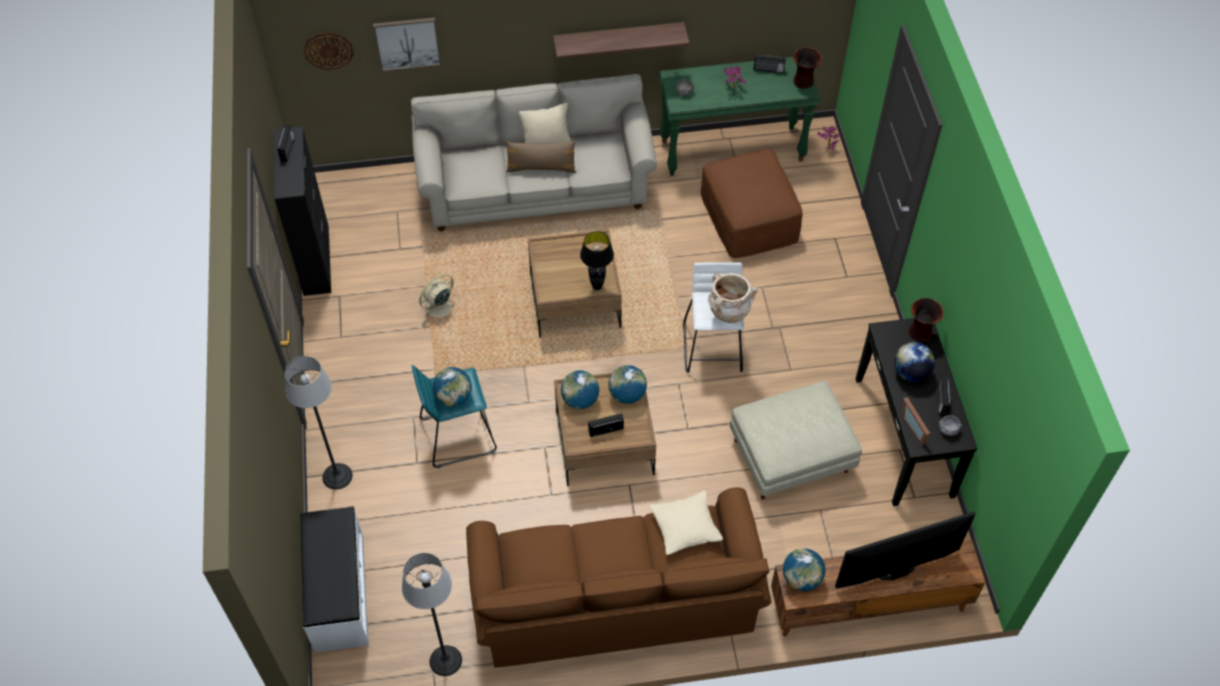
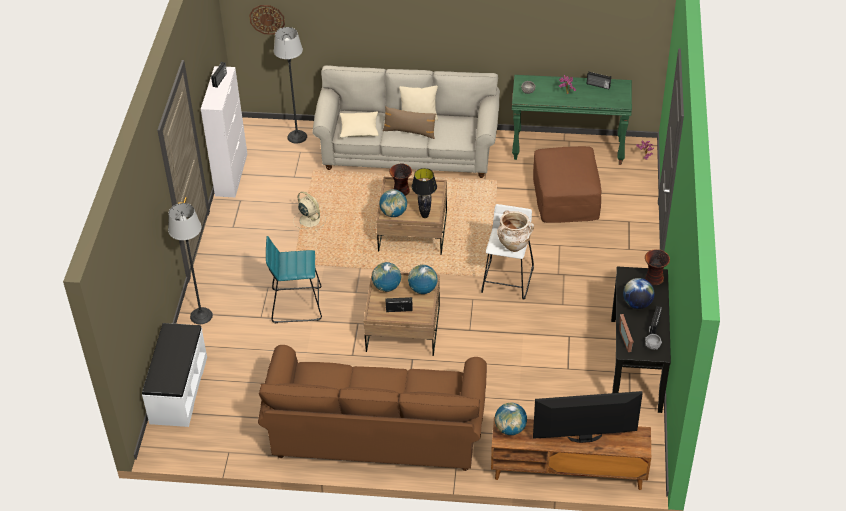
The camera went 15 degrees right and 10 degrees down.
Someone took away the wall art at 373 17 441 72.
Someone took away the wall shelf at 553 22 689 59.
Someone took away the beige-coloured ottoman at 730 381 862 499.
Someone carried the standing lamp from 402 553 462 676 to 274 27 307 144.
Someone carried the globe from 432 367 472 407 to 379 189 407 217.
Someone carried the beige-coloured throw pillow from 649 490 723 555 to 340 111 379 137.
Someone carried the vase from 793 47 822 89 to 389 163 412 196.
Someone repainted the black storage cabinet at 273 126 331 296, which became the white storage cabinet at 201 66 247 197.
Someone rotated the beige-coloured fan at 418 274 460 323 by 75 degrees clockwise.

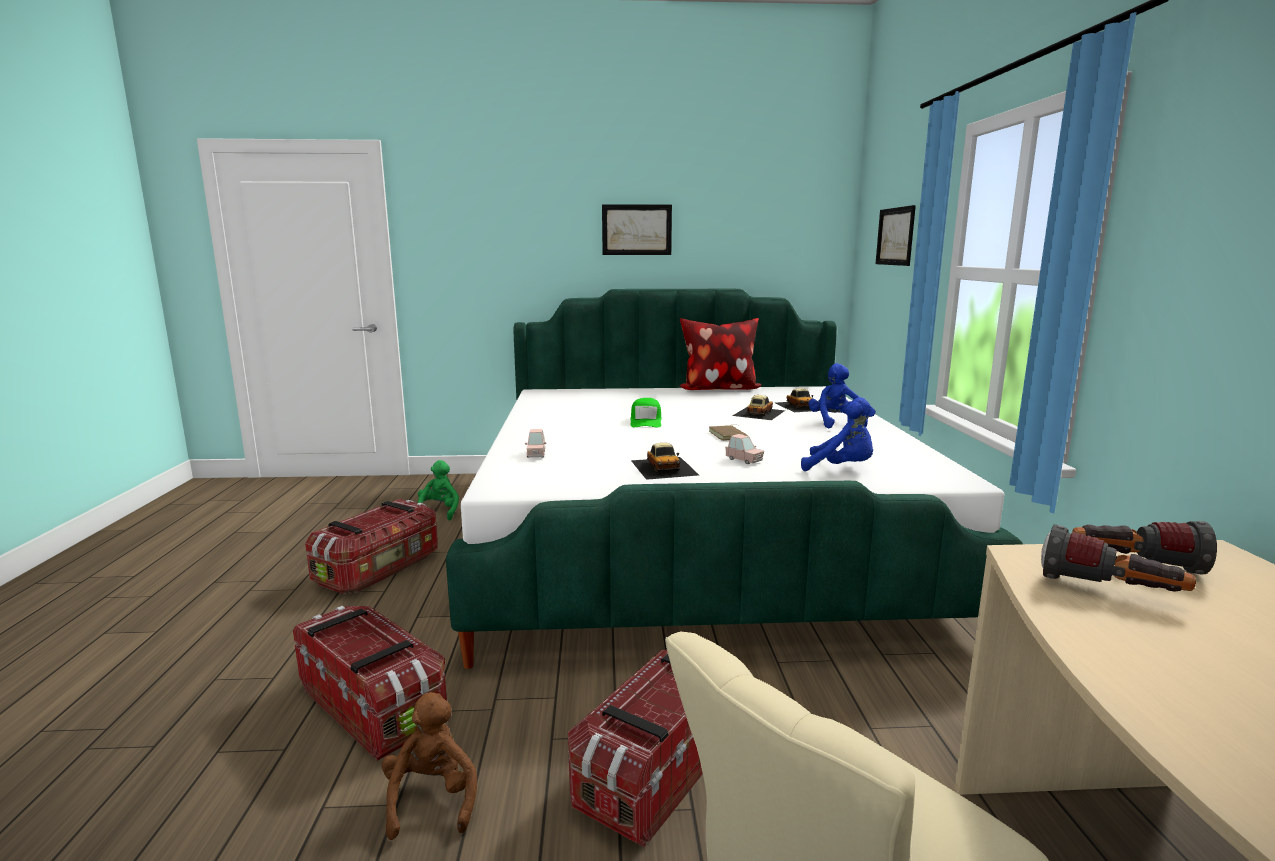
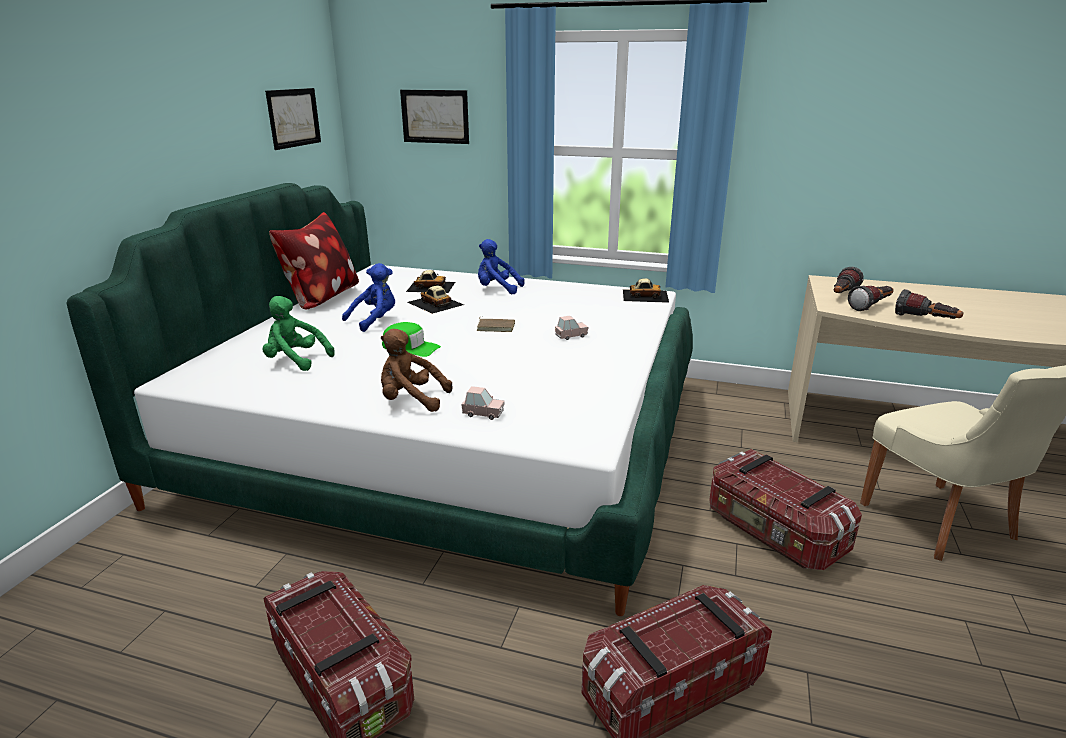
The camera went 70 degrees left and 10 degrees up.
Someone put down the torch at 895 289 963 319.
Someone carried the brown-coloured cuddly toy from 382 692 477 840 to 381 329 452 412.
Someone carried the green cuddly toy from 418 460 459 520 to 262 296 335 371.
Someone carried the wall art from 602 204 672 255 to 265 88 321 150.
Someone carried the miniature car from 631 443 699 480 to 623 278 669 303.
Someone carried the blue cuddly toy from 801 397 876 471 to 342 263 395 332.

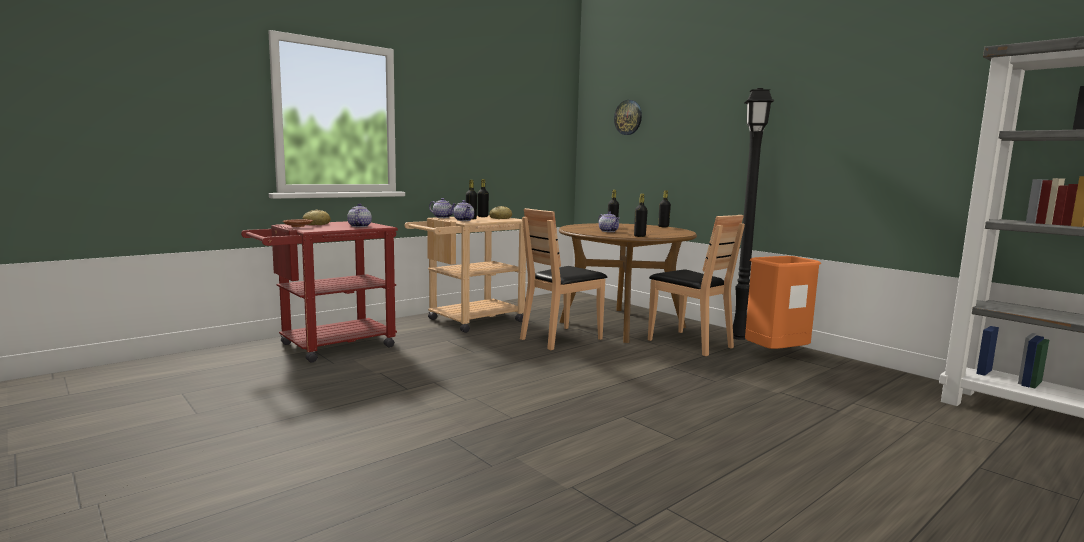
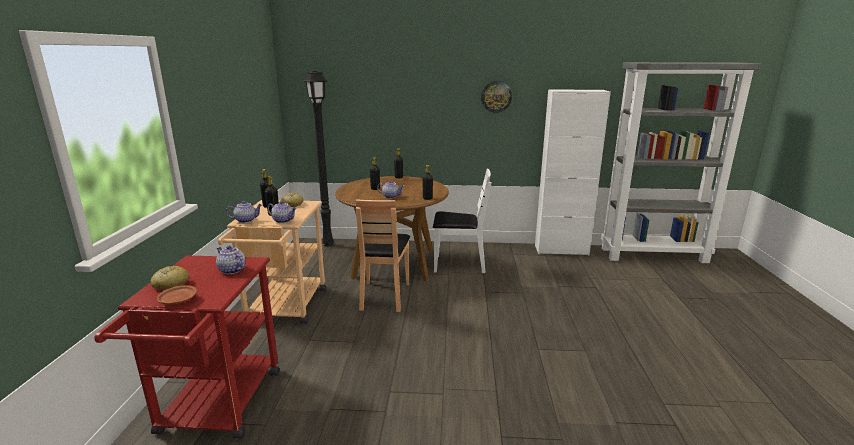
The camera went 45 degrees left and 10 degrees up.
Someone took away the orange trash can at 745 256 821 349.
Someone put down the white storage cabinet at 535 89 611 255.
Someone carried the wall clock from 614 100 642 135 to 481 81 512 113.
Someone carried the black standing lamp from 733 88 775 340 to 303 71 334 247.
Someone repainted the brown-coloured chair at 648 215 745 356, which became the white chair at 433 169 492 273.

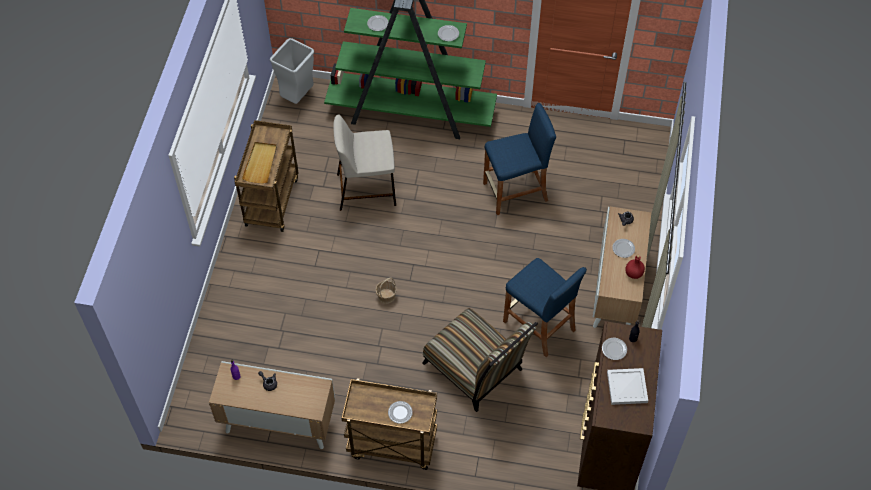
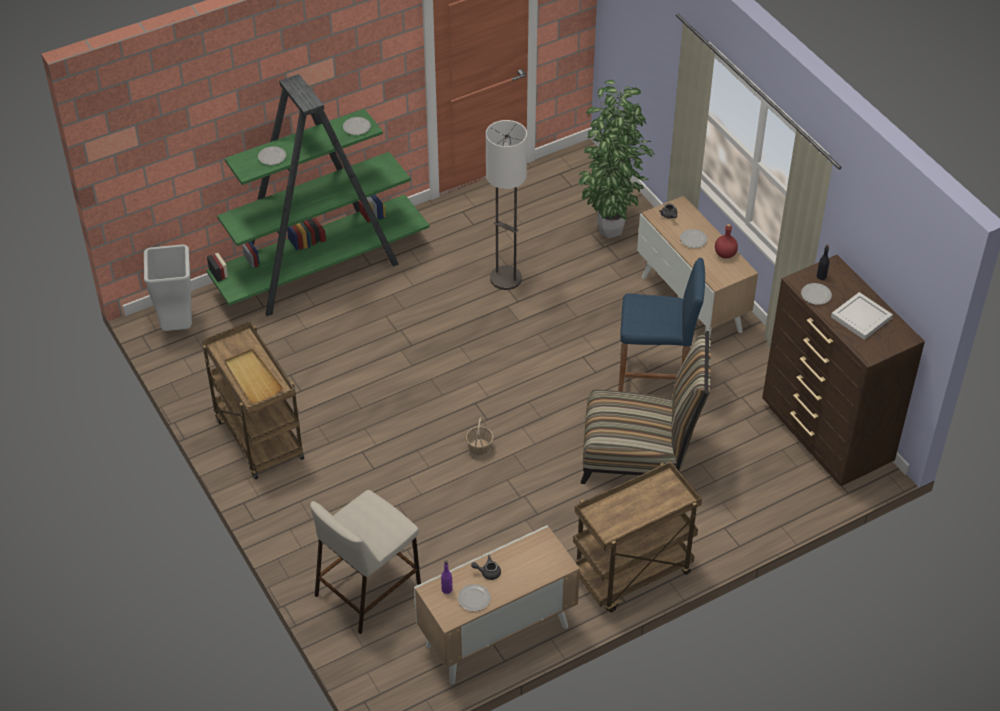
The camera went 40 degrees left and 10 degrees down.
Someone put down the potted plant at 578 80 655 239.
Someone carried the beige-coloured stool from 333 114 396 211 to 310 490 421 634.
Someone carried the plate from 388 401 413 424 to 458 584 491 611.
Someone swapped the blue stool at 483 103 556 215 for the standing lamp at 486 120 527 290.

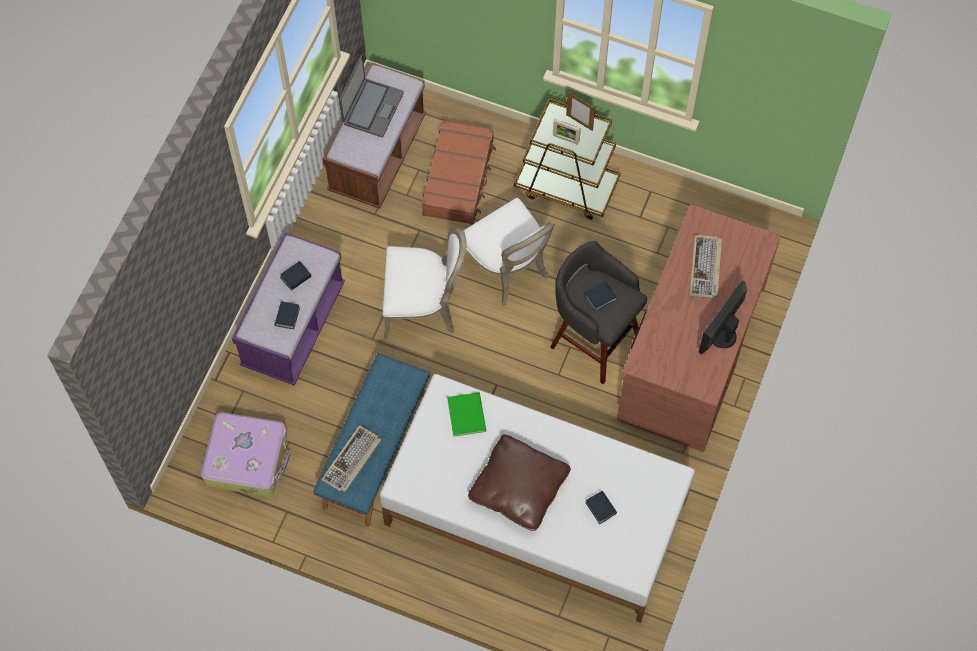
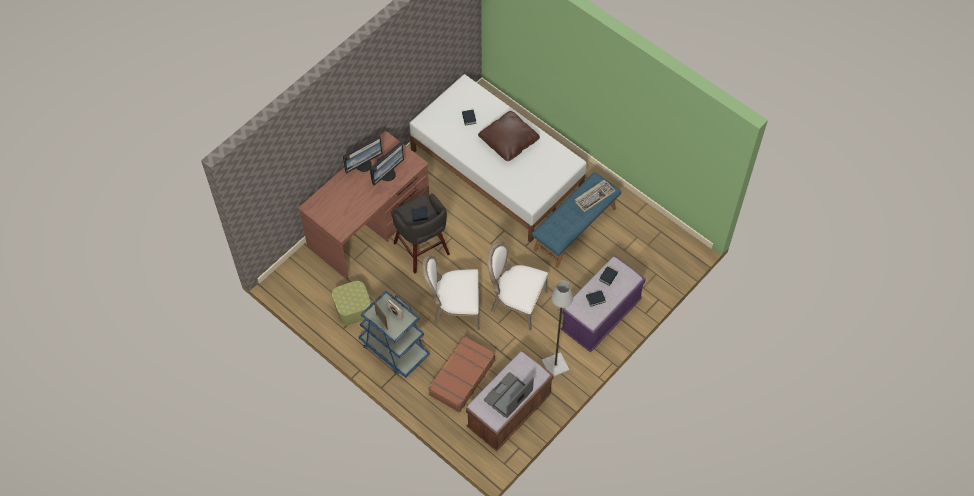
The camera went 160 degrees left and 5 degrees down.
Someone took away the piece of luggage at 201 412 290 497.
Someone took away the green book at 447 392 486 437.
Someone took away the PC keyboard at 690 235 722 298.
Someone put down the storage box at 332 281 371 325.
Someone put down the computer screen at 370 142 404 186.
Someone put down the greyish standing lamp at 542 281 573 377.
Someone repainted the brown-coloured cart at 514 98 621 220, which became the blue cart at 359 290 430 378.
Someone rotated the white chair at 463 198 555 306 by 75 degrees counterclockwise.

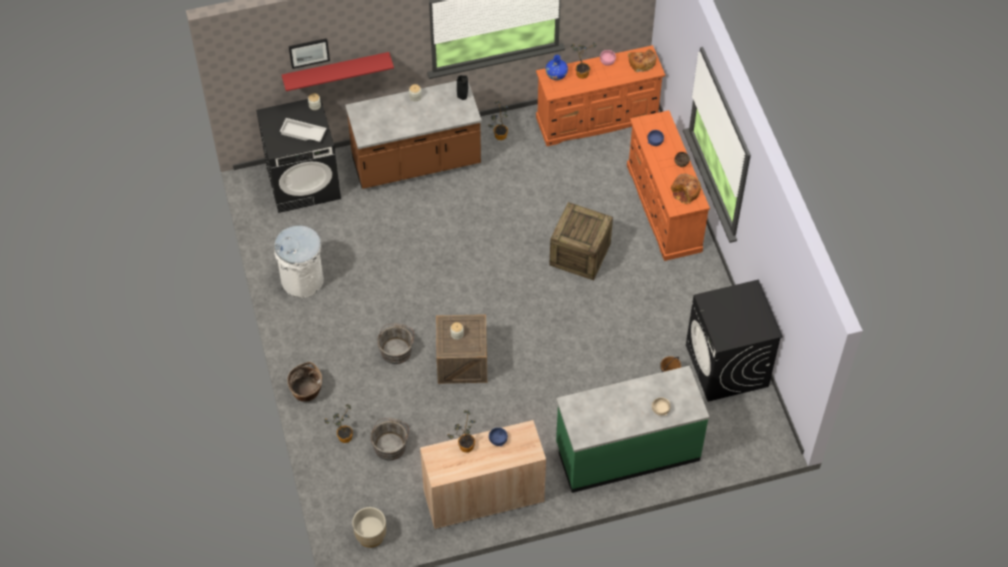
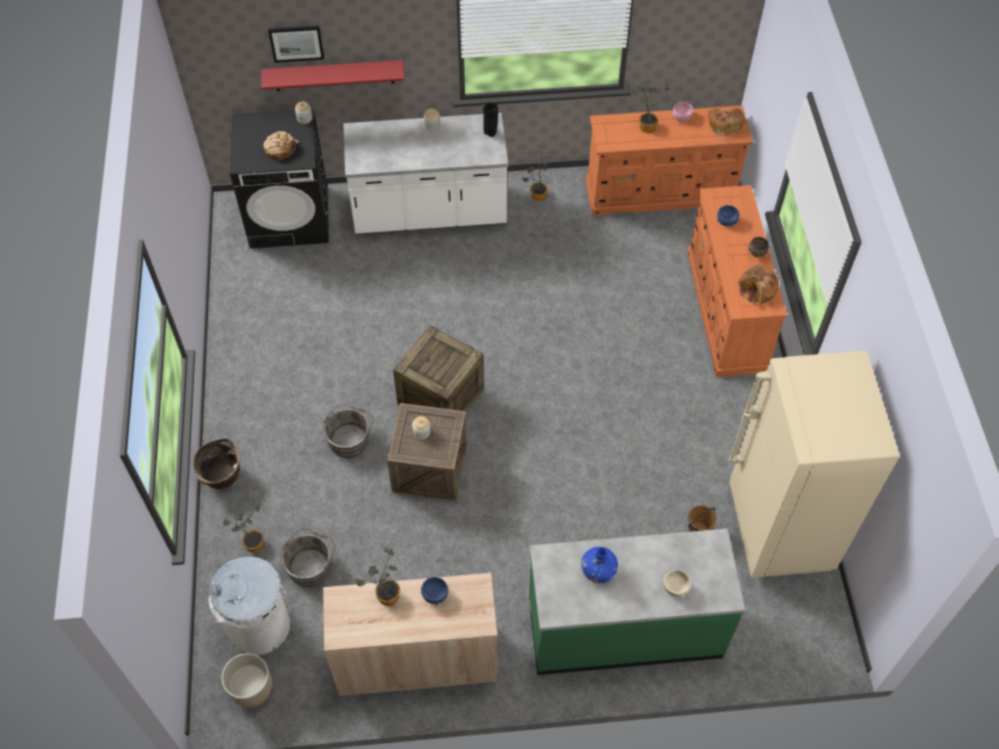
The camera went 10 degrees right and 0 degrees up.
Someone carried the white trash can from 274 225 324 298 to 209 556 290 655.
Someone carried the blue vase from 546 55 568 80 to 581 547 618 583.
Someone carried the packing crate from 549 202 613 281 to 393 325 484 411.
Someone swapped the white carrying tray at 280 118 327 142 for the baked bread at 263 131 299 160.
Someone swapped the black laundry machine at 686 279 783 402 for the beige-coloured kitchen fridge at 729 351 899 578.
Someone repainted the brown-coloured kitchen base unit at 345 81 482 189, which became the white kitchen base unit at 344 113 508 234.

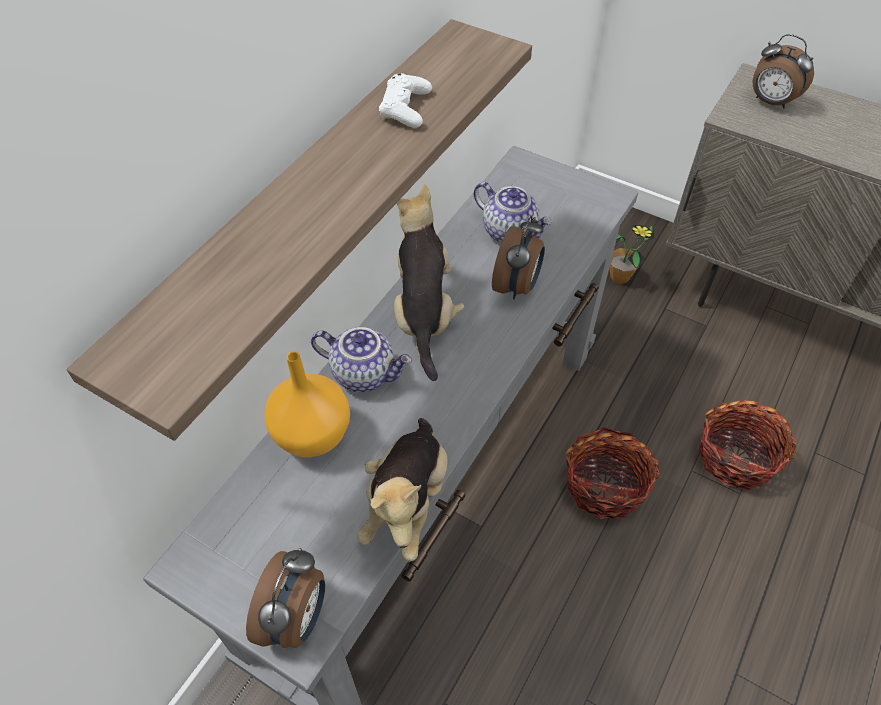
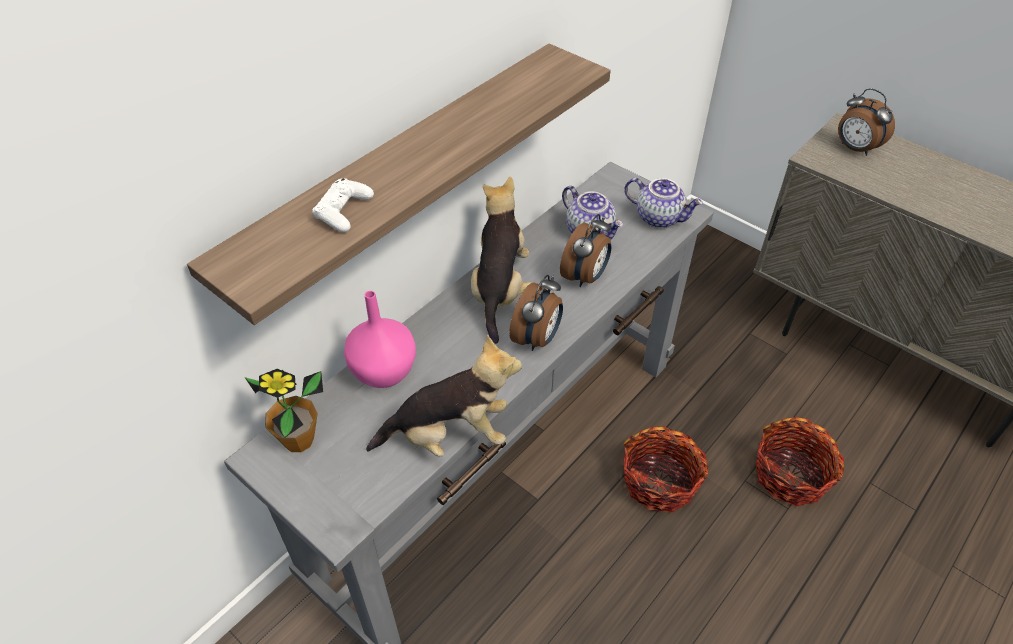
The camera went 10 degrees right and 5 degrees down.
Someone carried the bedside clock from 246 548 325 648 to 509 275 563 351.
Someone carried the pot for tea from 311 327 412 392 to 624 178 703 228.
Someone carried the white joypad from 379 73 432 128 to 312 178 374 232.
Someone carried the potted plant from 609 224 655 284 to 244 369 323 452.
Someone repainted the orange vase at 265 351 350 457, which became the pink-coloured vase at 344 291 416 388.
Someone rotated the cuddly toy at 358 418 448 562 by 120 degrees counterclockwise.

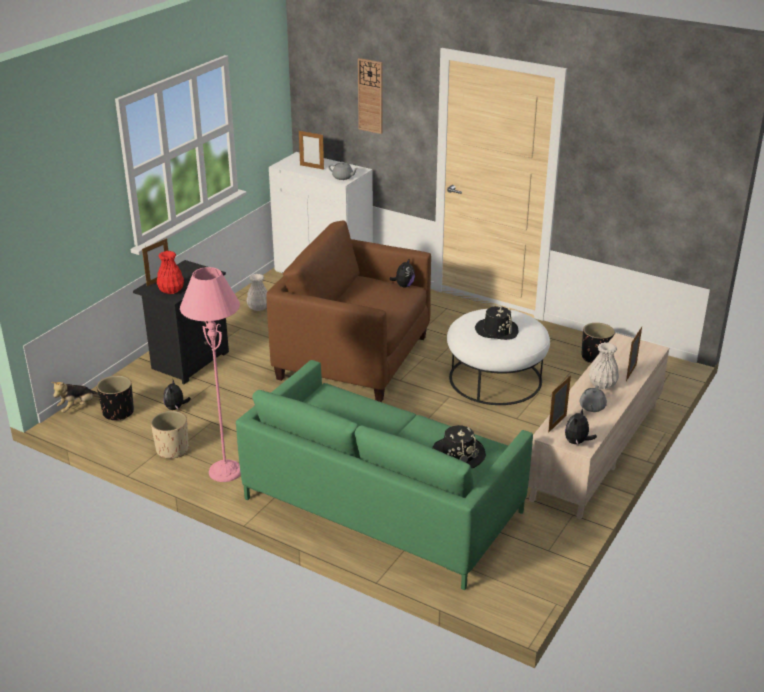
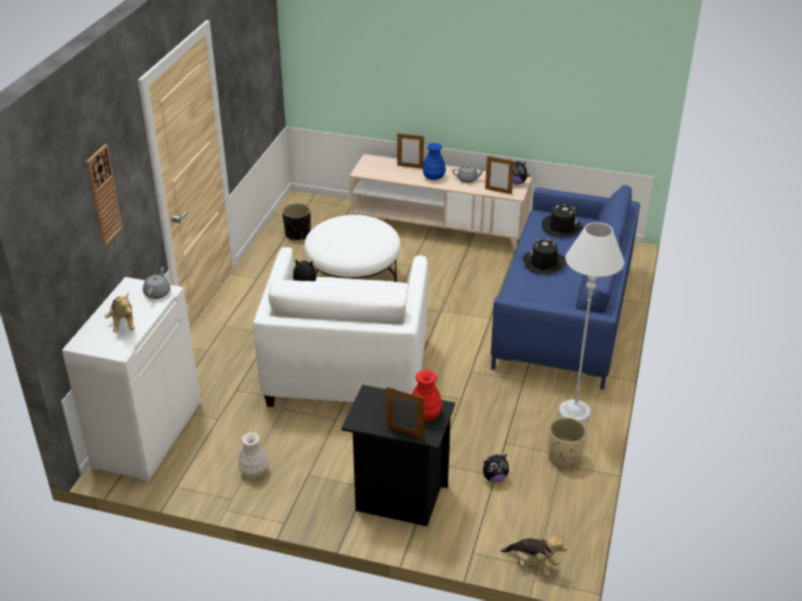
The camera went 105 degrees left and 5 degrees up.
Someone took away the black planter at 97 375 134 421.
Someone carried the black clothing hat from 475 305 519 340 to 522 239 566 274.
Someone swapped the picture frame at 299 131 324 170 for the cuddly toy at 105 292 135 333.
Someone repainted the pink-coloured standing lamp at 180 267 241 482, which became the greyish standing lamp at 559 222 624 422.
Someone repainted the green couch at 236 360 533 590, which became the blue couch at 491 185 640 390.
Someone repainted the brown-coloured easy chair at 267 221 431 402, which became the white easy chair at 253 247 428 407.
Someone repainted the white vase at 589 342 619 389, which became the blue vase at 422 143 446 180.

